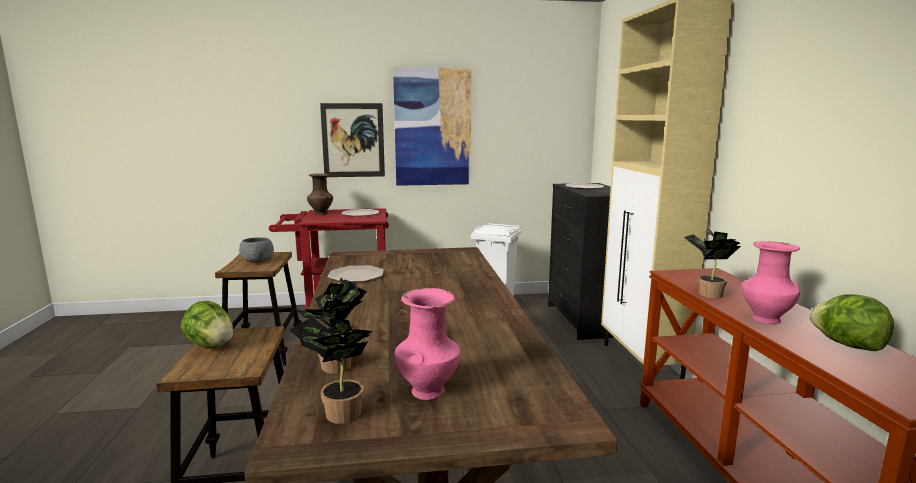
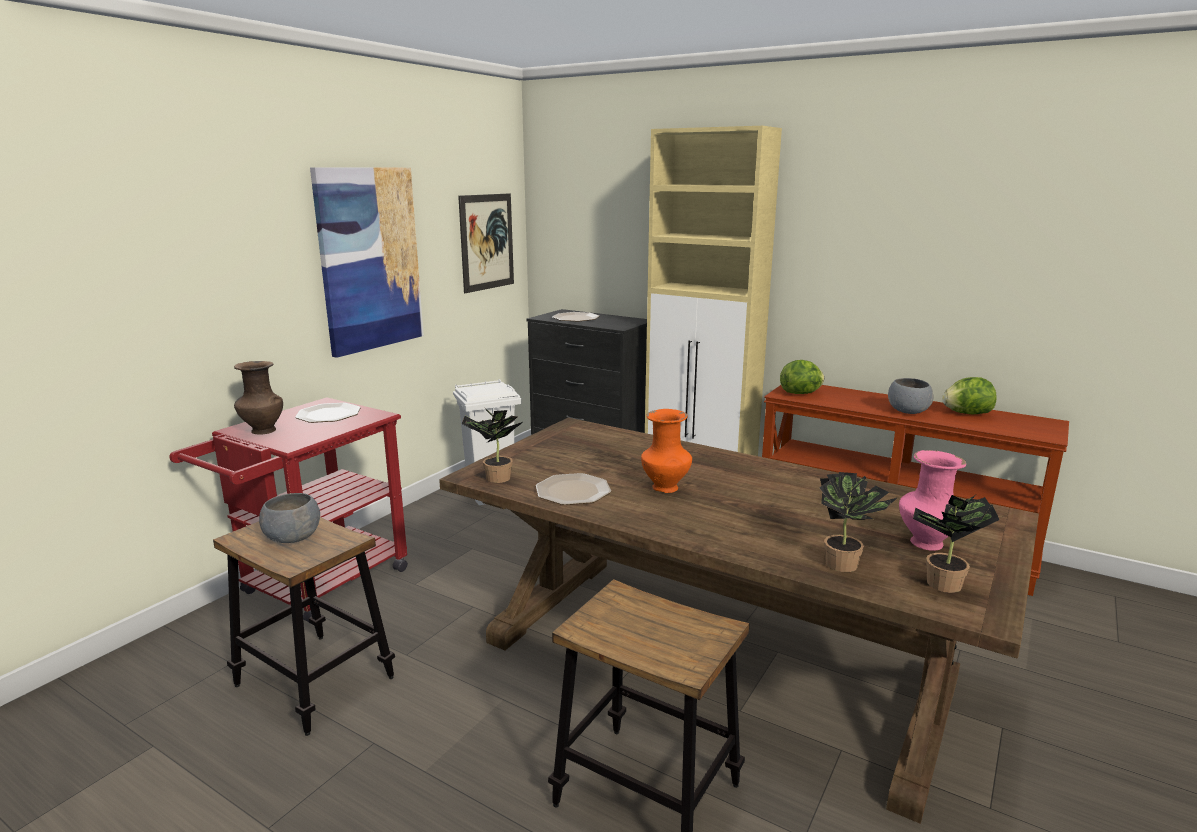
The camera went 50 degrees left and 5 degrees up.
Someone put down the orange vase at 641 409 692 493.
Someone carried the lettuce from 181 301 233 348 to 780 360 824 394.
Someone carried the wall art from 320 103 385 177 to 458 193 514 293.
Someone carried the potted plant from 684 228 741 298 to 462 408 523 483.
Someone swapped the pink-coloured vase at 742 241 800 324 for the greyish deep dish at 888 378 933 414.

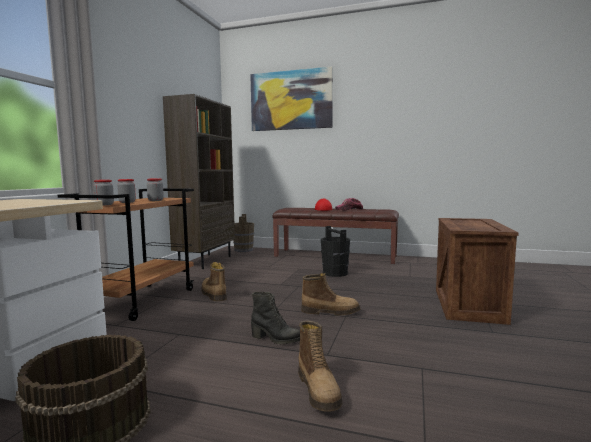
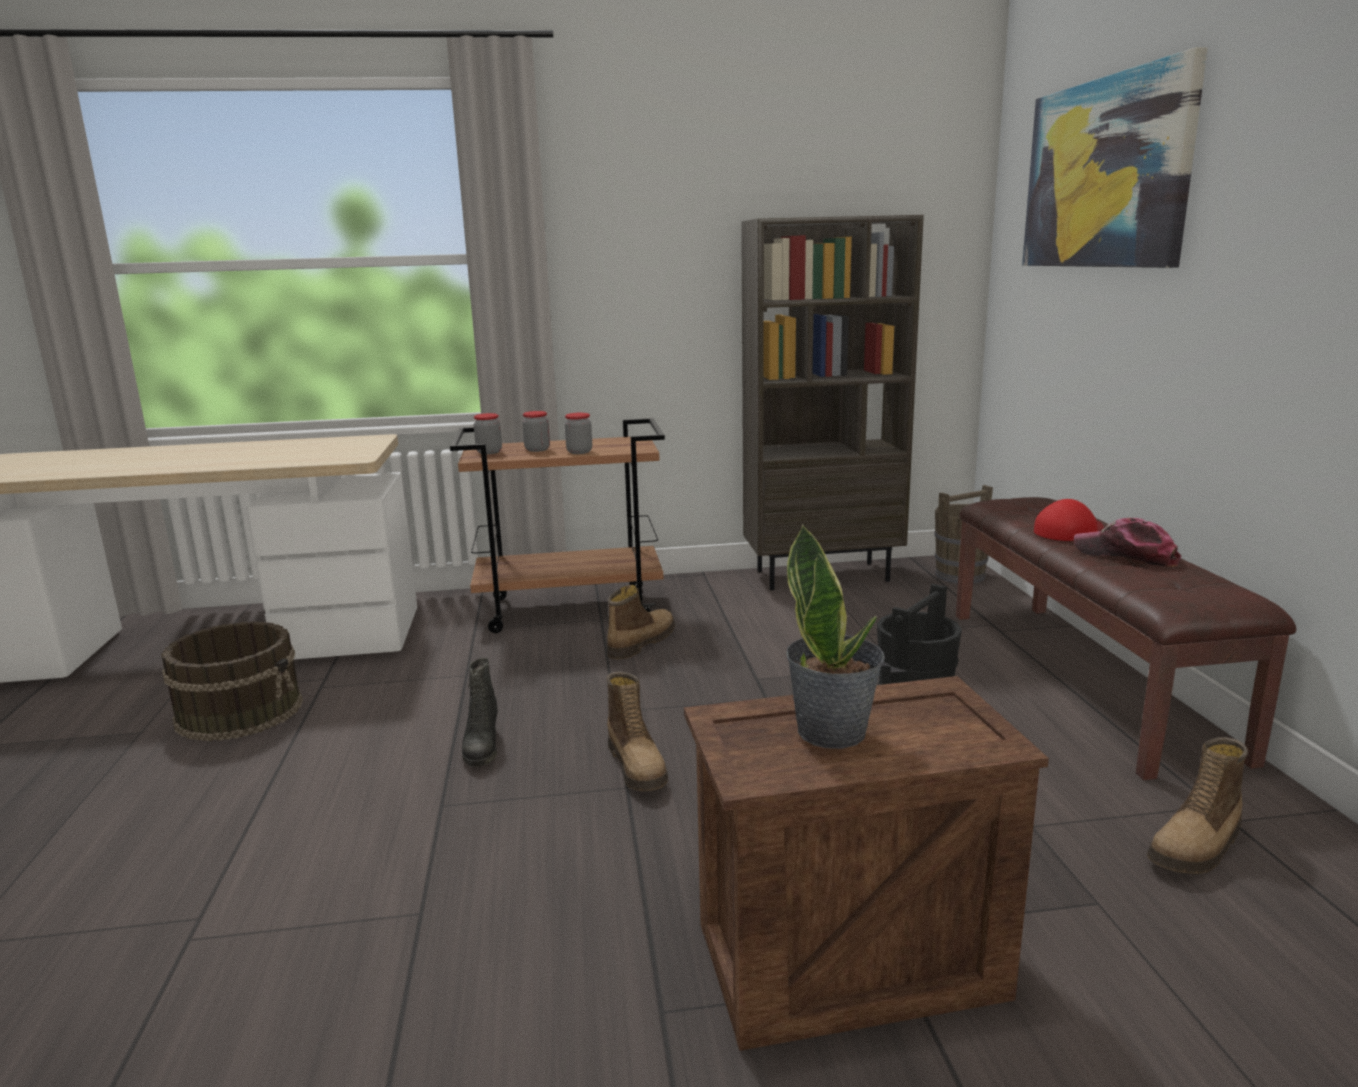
The camera went 65 degrees right and 10 degrees up.
Someone put down the potted plant at 786 524 885 749.
Someone carried the tall boot from 298 320 343 412 to 1147 737 1248 874.

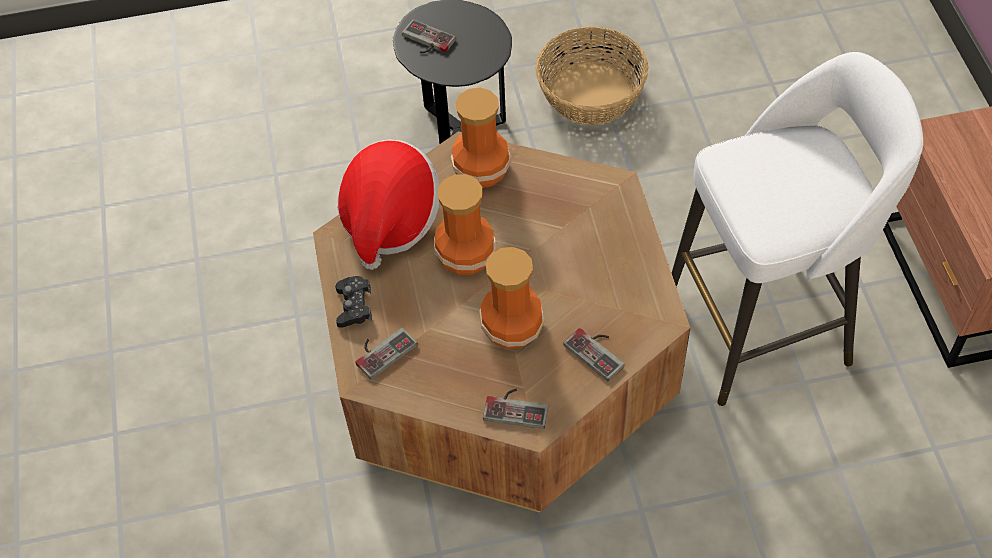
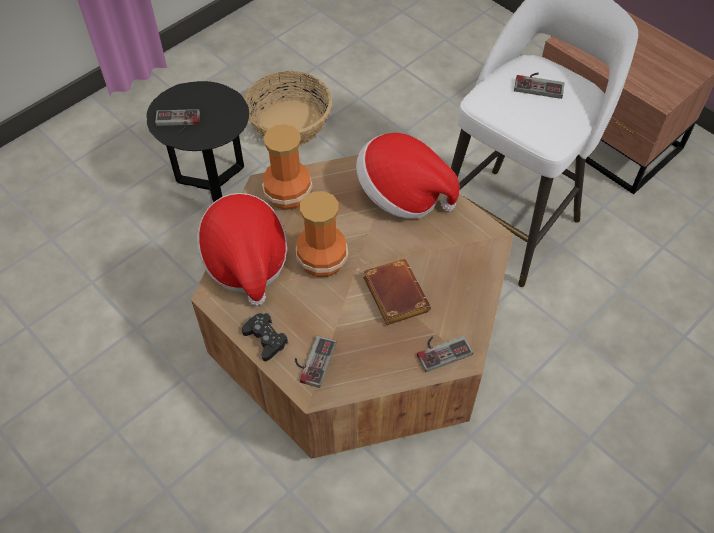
The camera went 35 degrees left and 0 degrees up.
Someone put down the clothing hat at 356 133 460 219.
Someone carried the joypad from 563 328 624 381 to 514 73 564 99.
Someone swapped the vase at 479 247 544 349 for the brown-coloured book at 363 259 431 325.

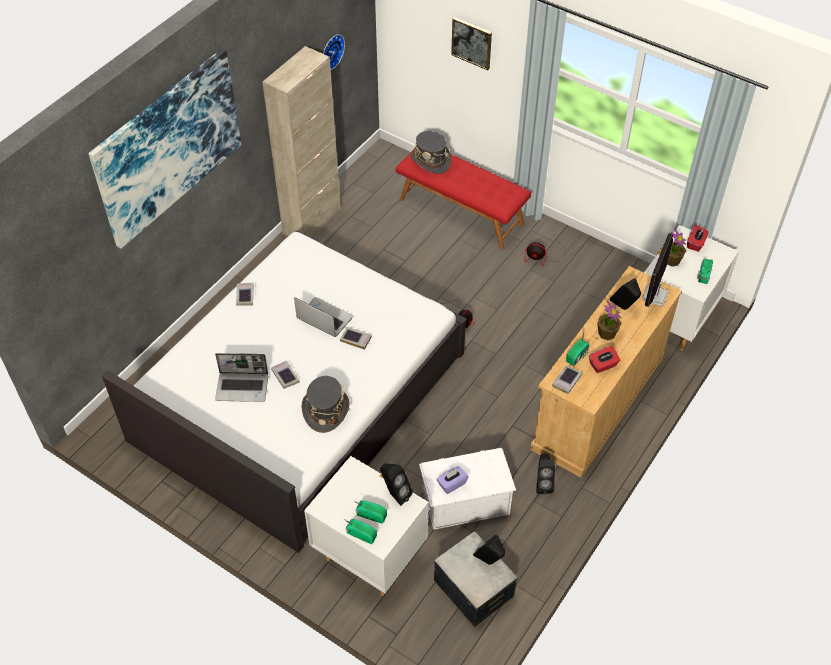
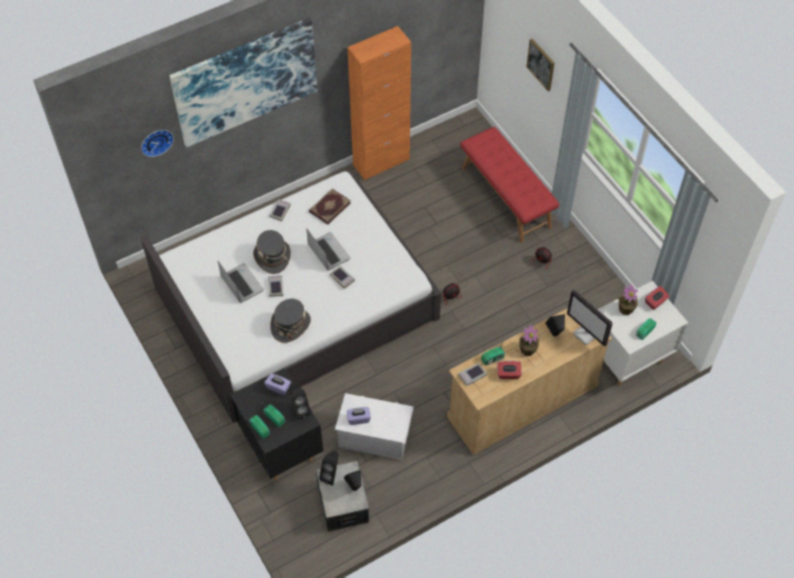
The camera went 25 degrees right and 5 degrees up.
Someone put down the purple-coloured box of tissues at 264 374 291 395.
Someone put down the book at 309 189 351 225.
Someone carried the wall clock from 323 34 345 70 to 141 130 174 157.
Someone carried the greyish clothing hat from 410 131 451 174 to 253 230 291 274.
Someone carried the black speaker from 536 453 555 495 to 319 451 339 486.
Someone repainted the beige-coloured storage cabinet at 262 46 341 238, which became the orange storage cabinet at 348 26 411 180.
Someone repainted the white night table at 304 456 429 596, which became the black night table at 230 368 323 480.
Someone rotated the laptop at 215 353 268 402 by 150 degrees counterclockwise.
Someone rotated the computer screen at 642 233 673 307 by 90 degrees counterclockwise.

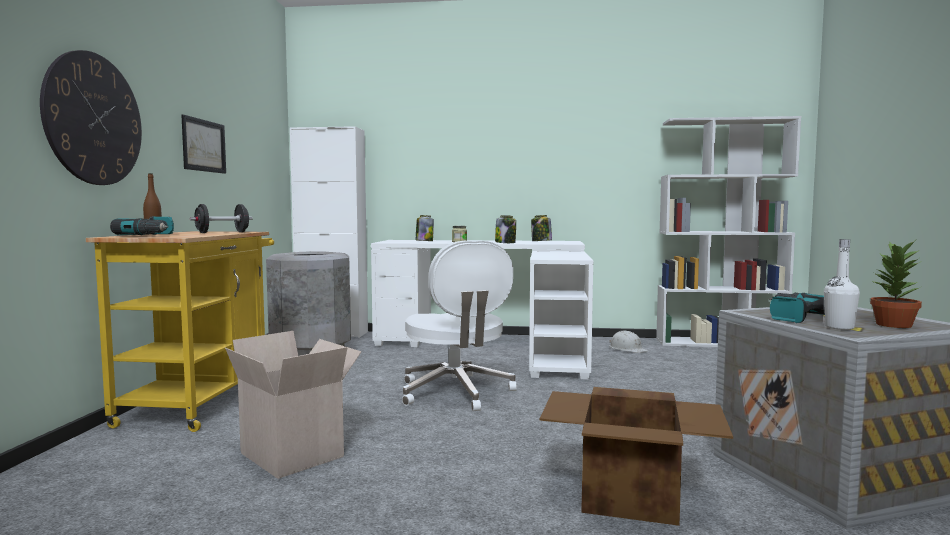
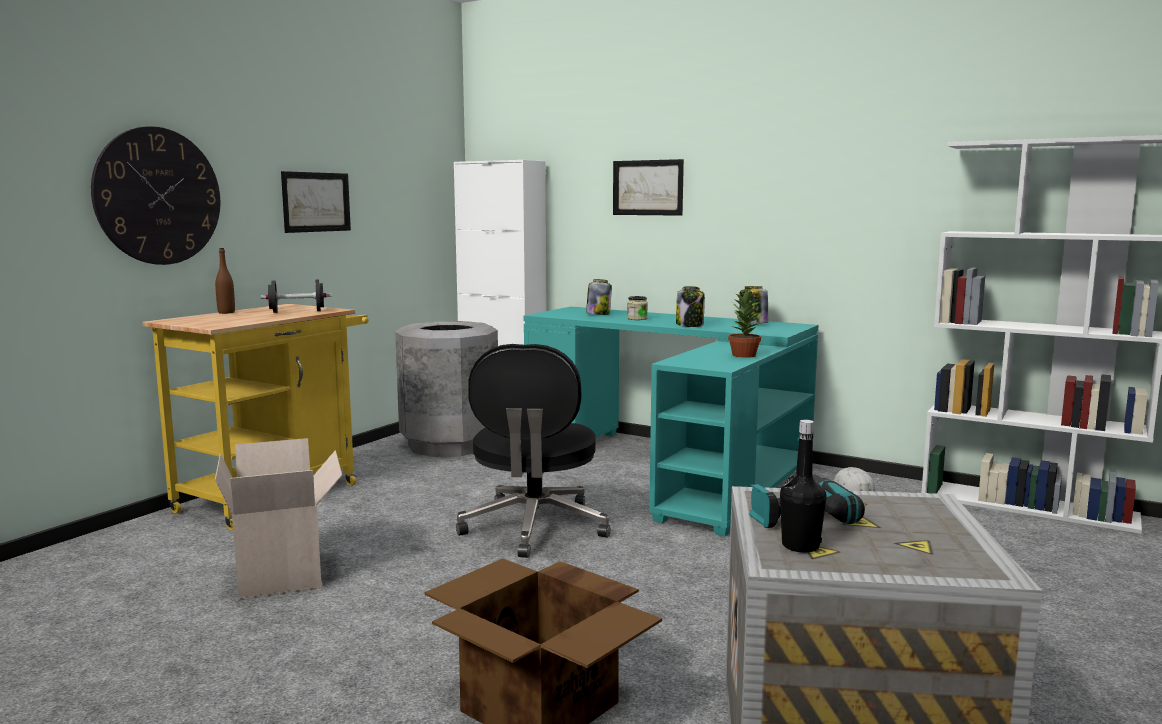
The camera went 25 degrees right and 5 degrees up.
Someone took away the electric drill at 110 216 174 235.
Someone put up the wall art at 613 159 684 216.
Someone carried the potted plant from 870 241 922 328 to 728 290 761 358.
Someone repainted the white desk unit at 371 240 593 380, which became the turquoise desk unit at 523 307 818 536.
Someone repainted the white office chair at 402 240 517 411, which became the black office chair at 456 344 610 558.
Someone repainted the white drink bottle at 824 239 860 330, which became the black drink bottle at 780 420 826 552.

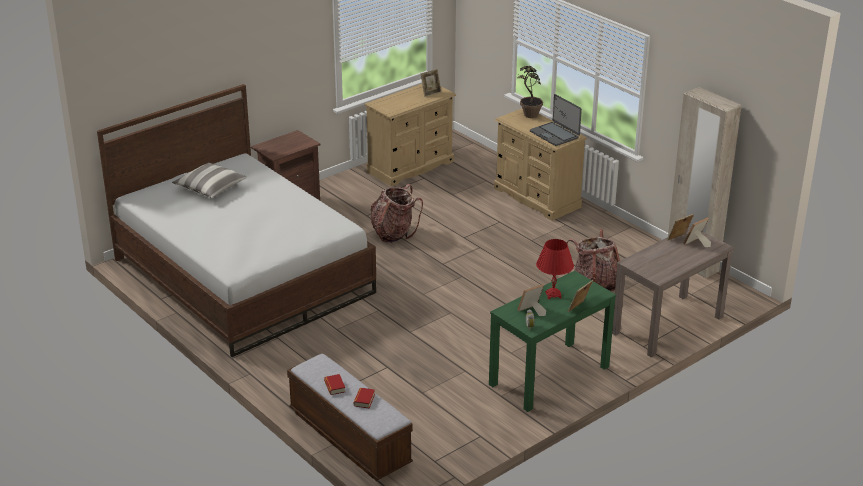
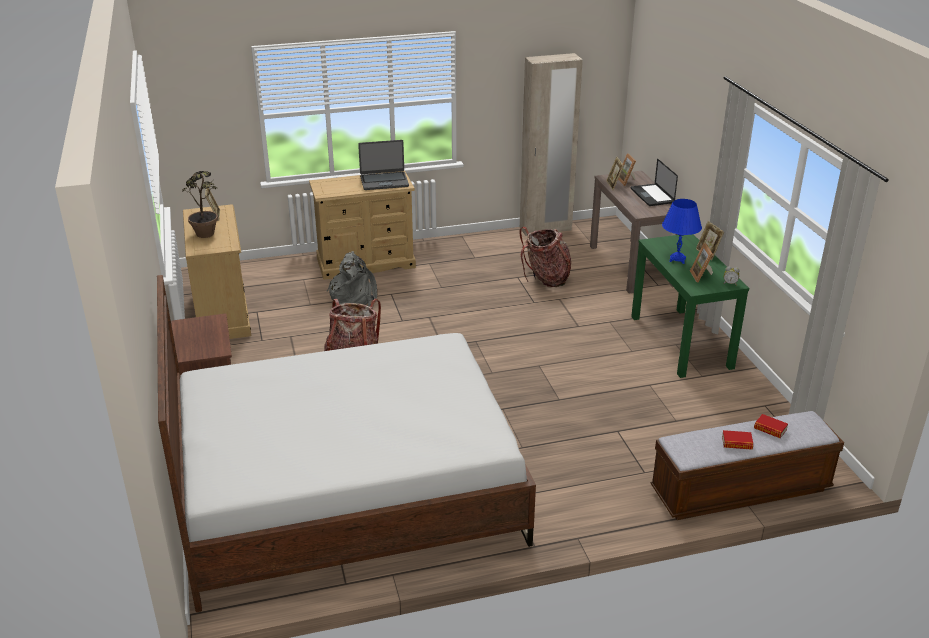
The camera went 65 degrees left and 0 degrees up.
Someone took away the throw pillow at 172 162 247 198.
Someone put down the greyish rucksack at 327 251 377 306.
Someone put down the laptop at 631 159 678 206.
Someone carried the potted plant from 518 66 543 118 to 182 171 218 238.
Someone repainted the red-coloured lamp for a table at 536 239 574 299, which became the blue lamp for a table at 662 199 702 264.

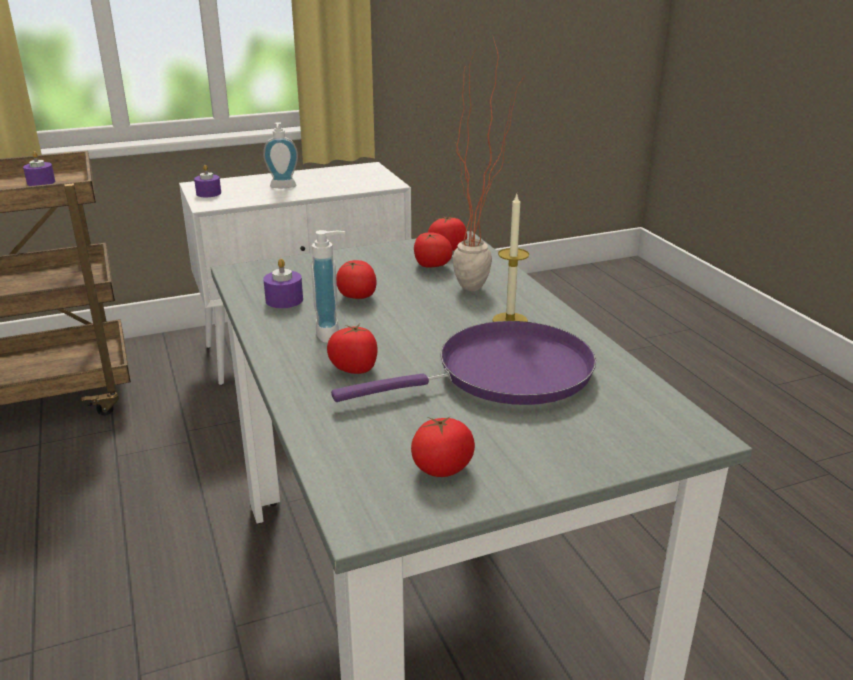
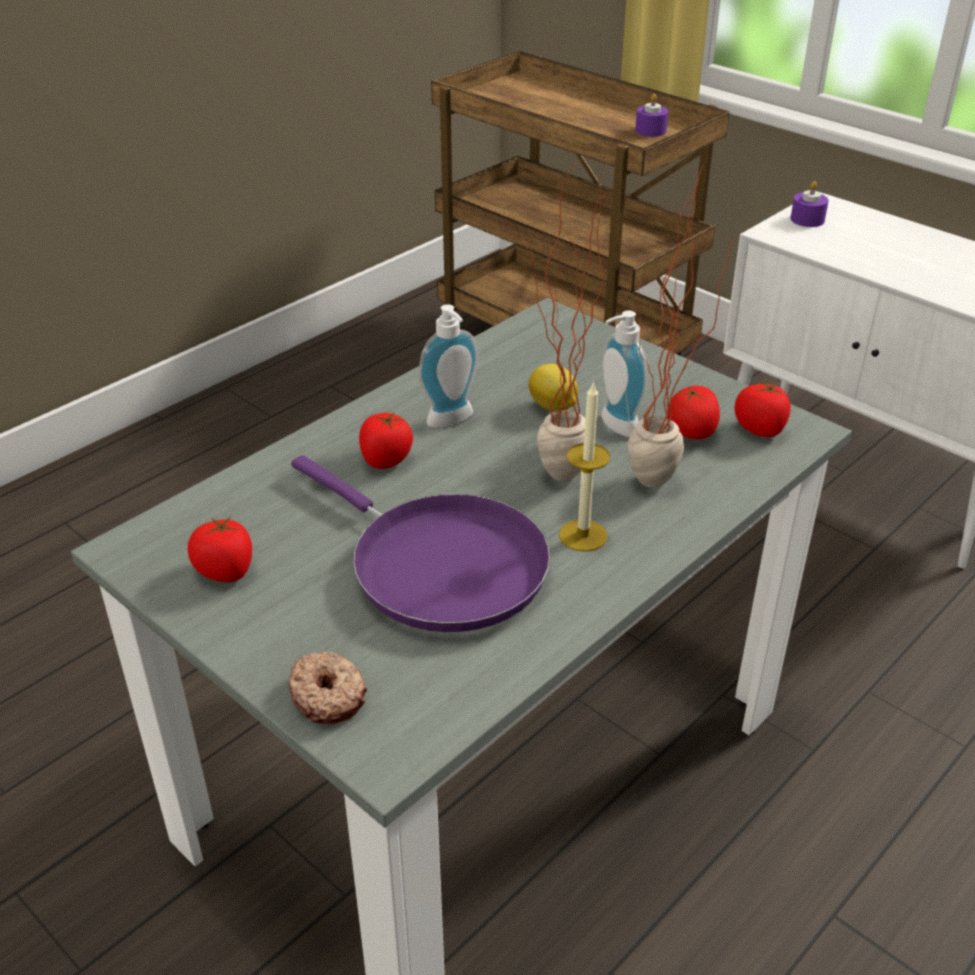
The camera went 65 degrees right and 10 degrees up.
Someone took away the purple-coloured candle at 263 258 303 308.
Someone put down the doughnut at 288 651 367 724.
Someone put down the potted plant at 522 163 606 481.
Someone carried the soap bottle from 263 122 298 188 to 601 310 647 437.
Someone swapped the tomato at 336 260 376 299 for the citrus fruit at 529 364 578 412.

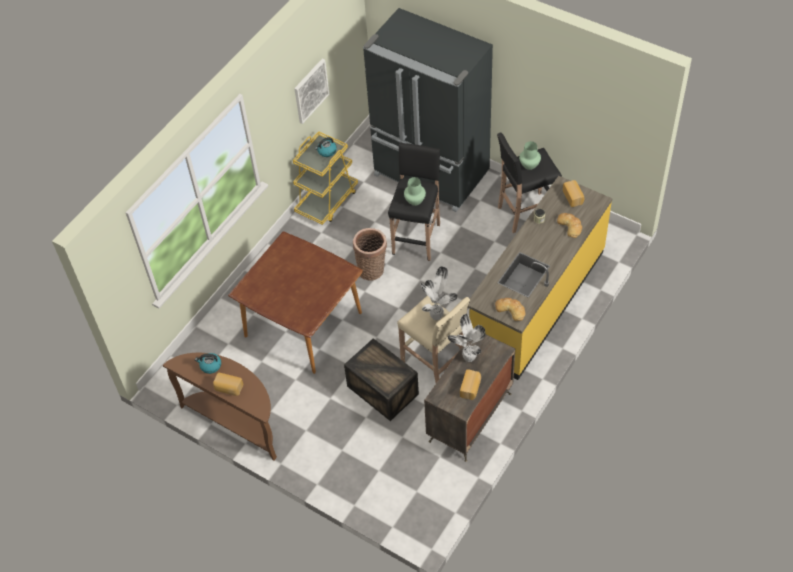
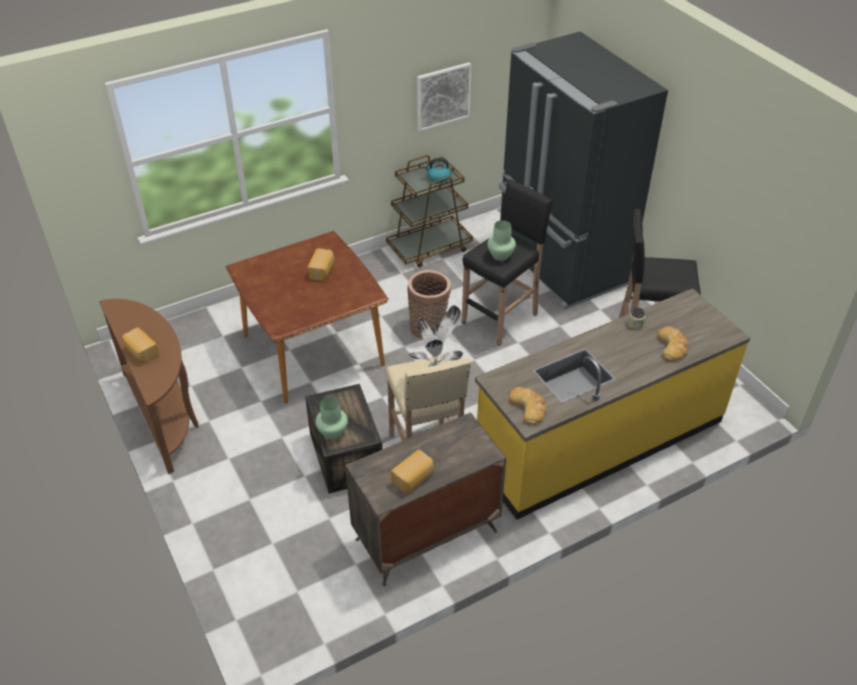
The camera went 25 degrees right and 10 degrees down.
Someone took away the kettle at 195 353 221 374.
Someone took away the potted plant at 448 314 486 362.
Someone carried the green vase from 519 141 541 170 to 315 397 348 439.
Someone carried the baked bread from 563 180 584 207 to 308 248 334 281.
Someone repainted the yellowish cart at 293 131 358 225, which became the brown-coloured cart at 386 155 473 267.

